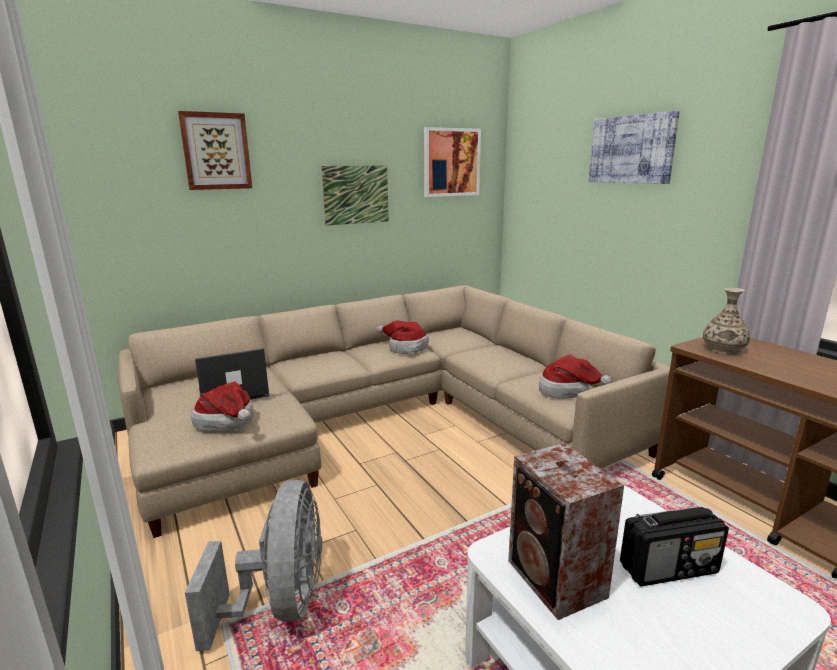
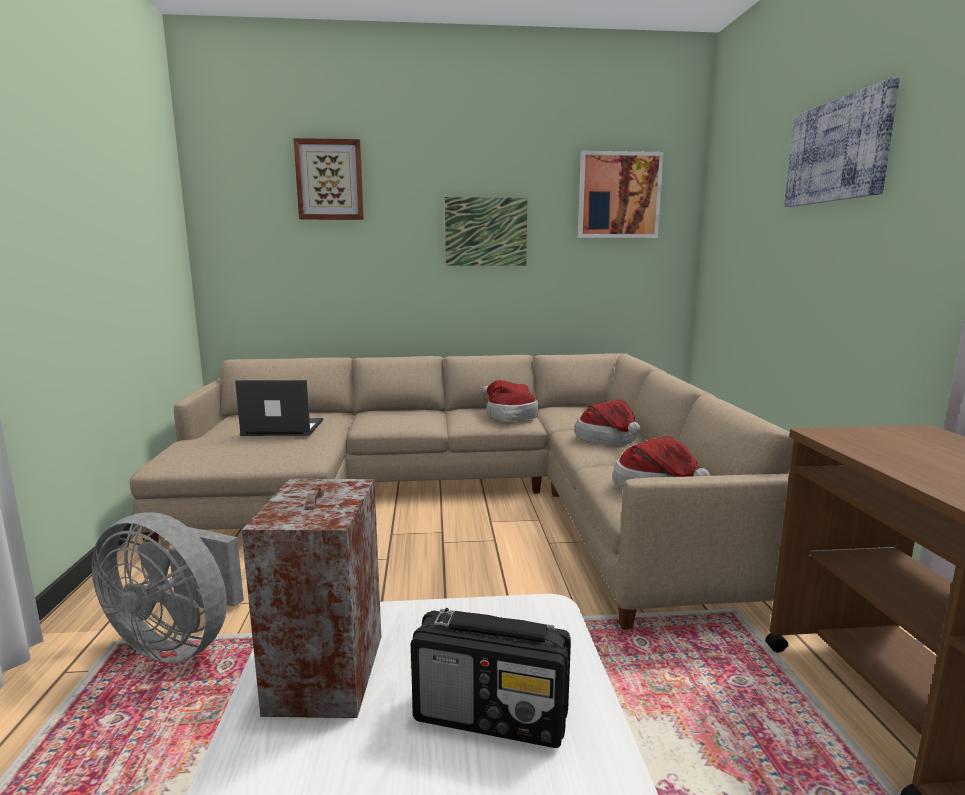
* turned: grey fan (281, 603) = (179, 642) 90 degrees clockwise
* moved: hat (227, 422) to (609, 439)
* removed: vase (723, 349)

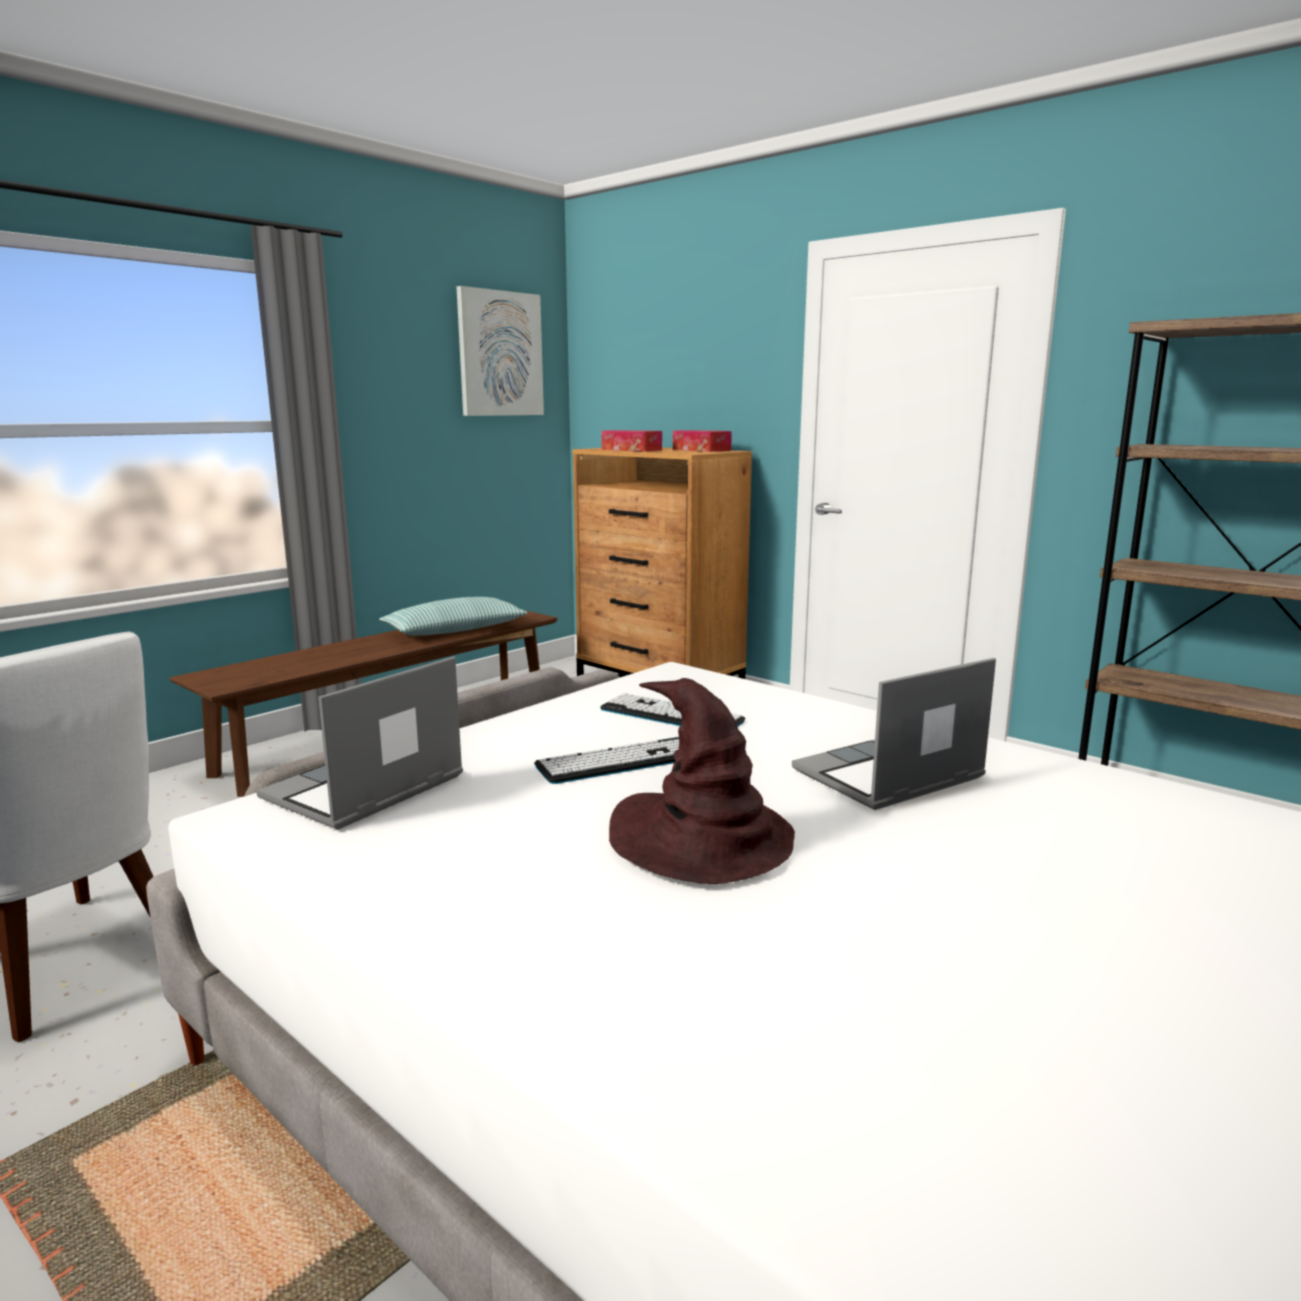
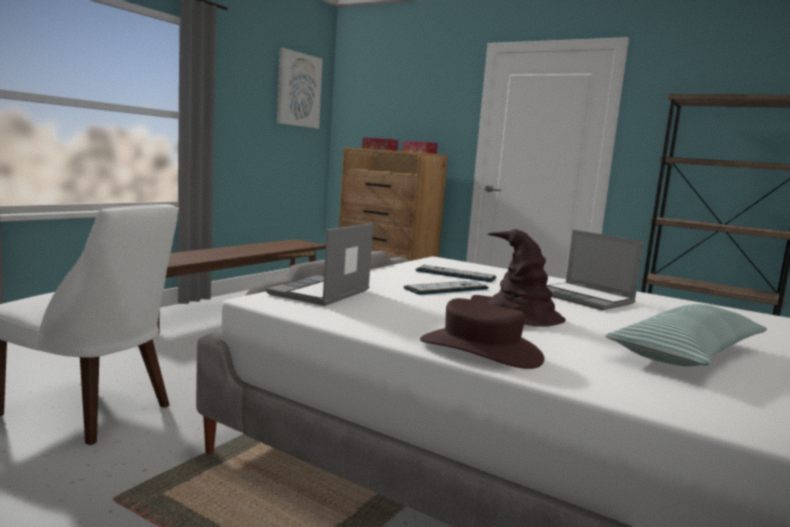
* added: brown hat (480, 350)
* turned: laptop (888, 776) = (585, 298) 90 degrees counterclockwise
* moved: pillow (455, 631) to (687, 354)

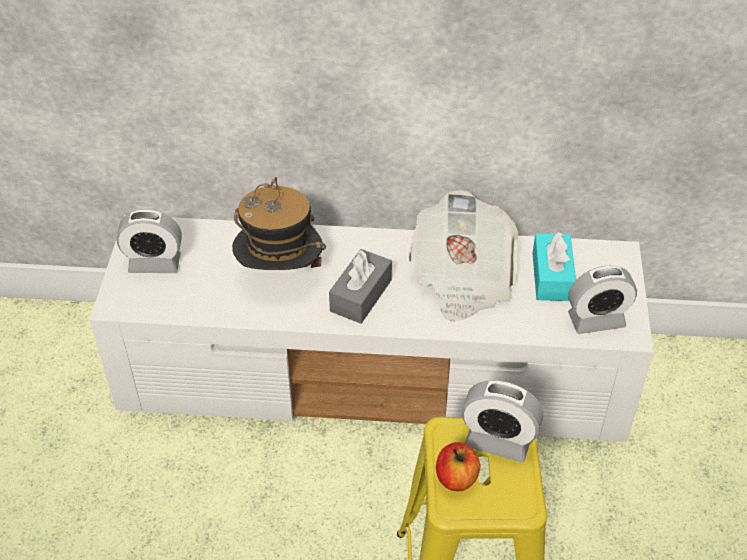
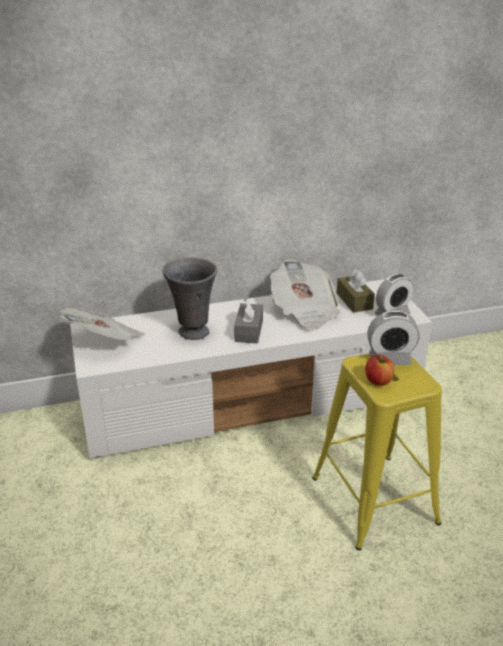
* replaced: alarm clock (154, 263) to newspaper (105, 342)
* replaced: hat (280, 276) to grey vase (192, 332)
* recoloured: turquoise tissue box (551, 276) to brown tissue box (354, 301)

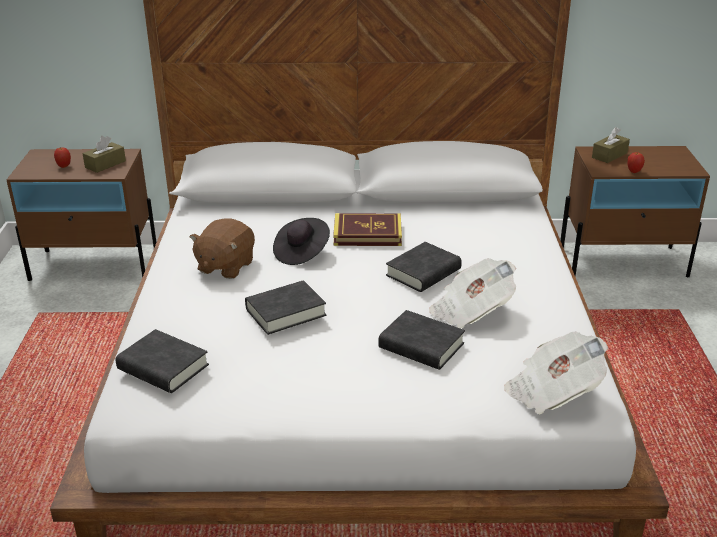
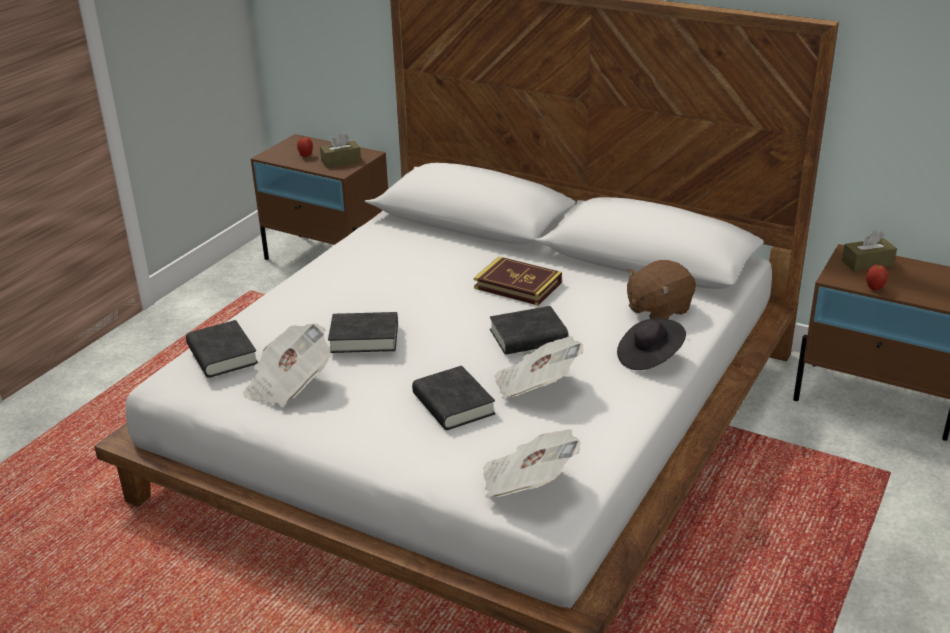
* added: newspaper (288, 385)
* moved: black hat (301, 253) to (649, 357)
* moved: brown plush toy (225, 266) to (658, 310)

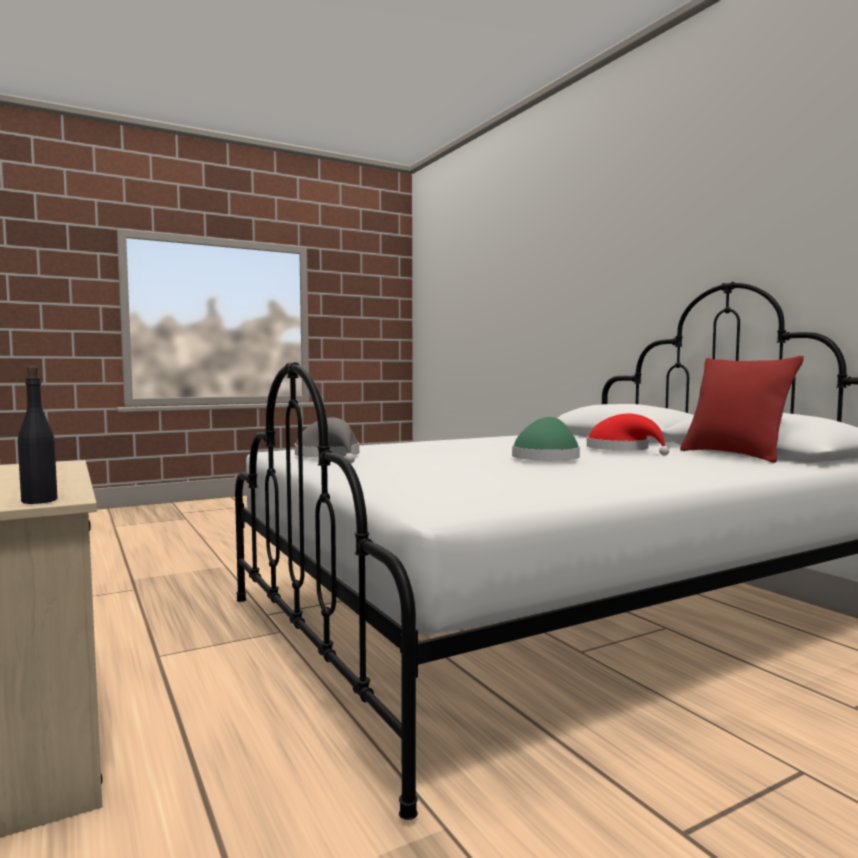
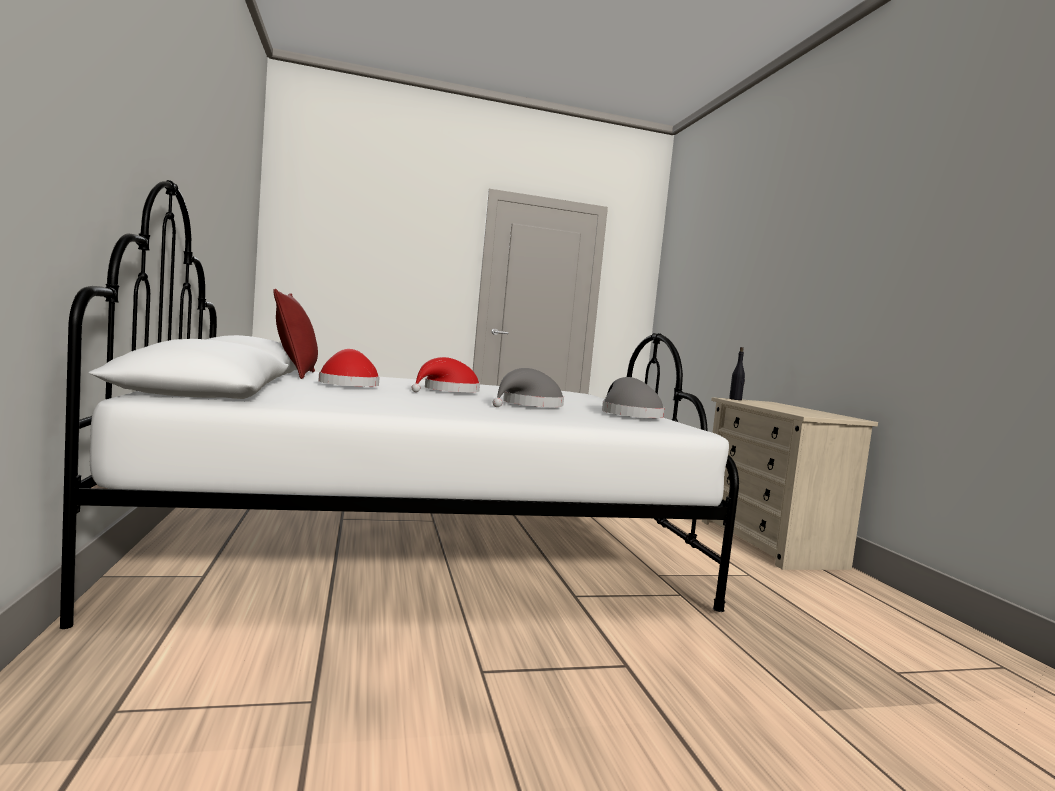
* recoloured: green hat (546, 458) to red hat (448, 391)
* added: grey hat (529, 406)

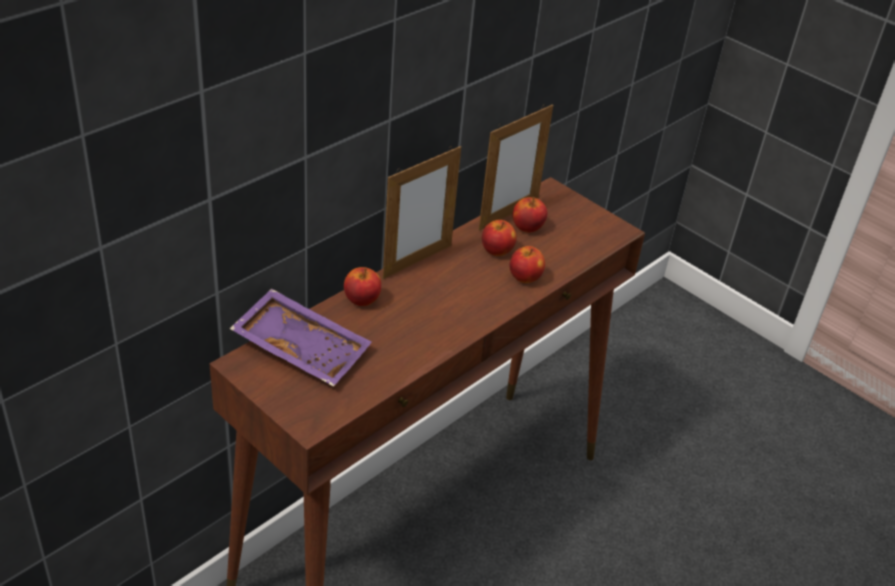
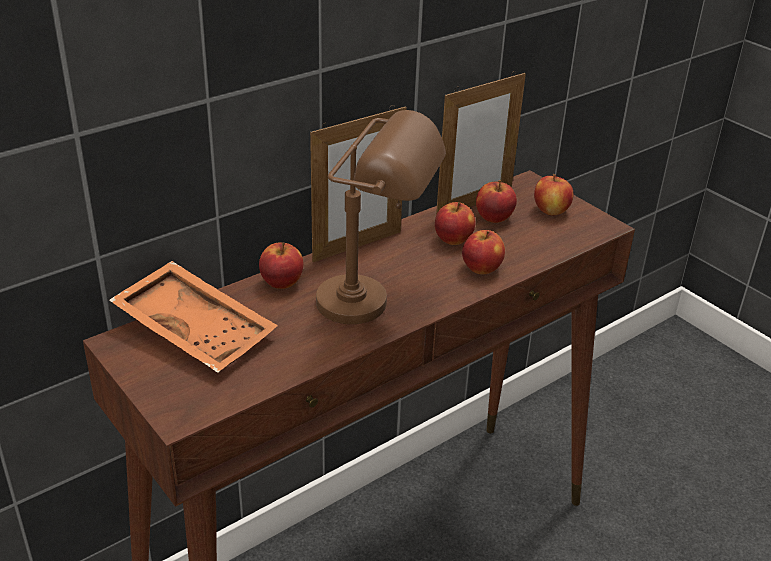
* recoloured: purple tray (303, 348) to orange tray (197, 329)
* added: brown table lamp (376, 306)
* added: apple (551, 211)

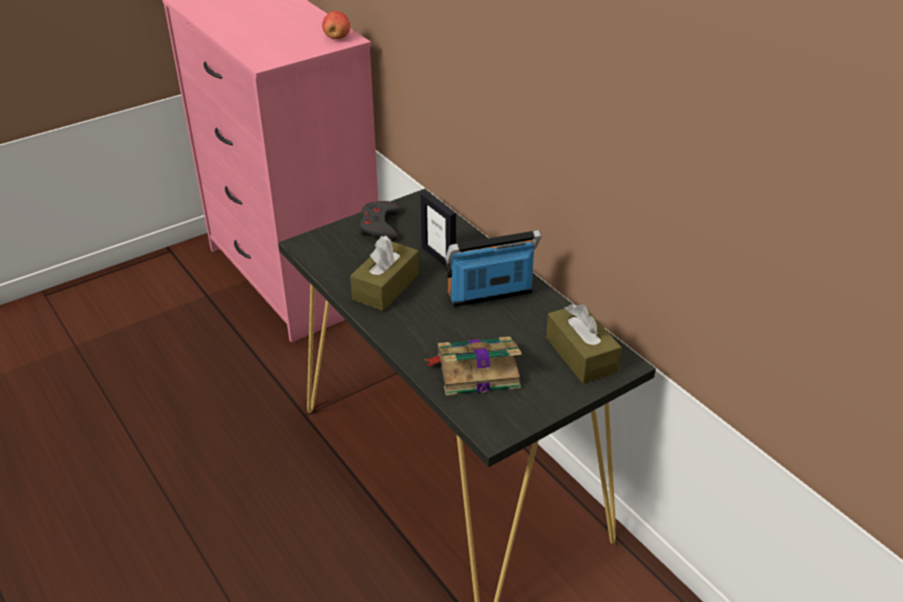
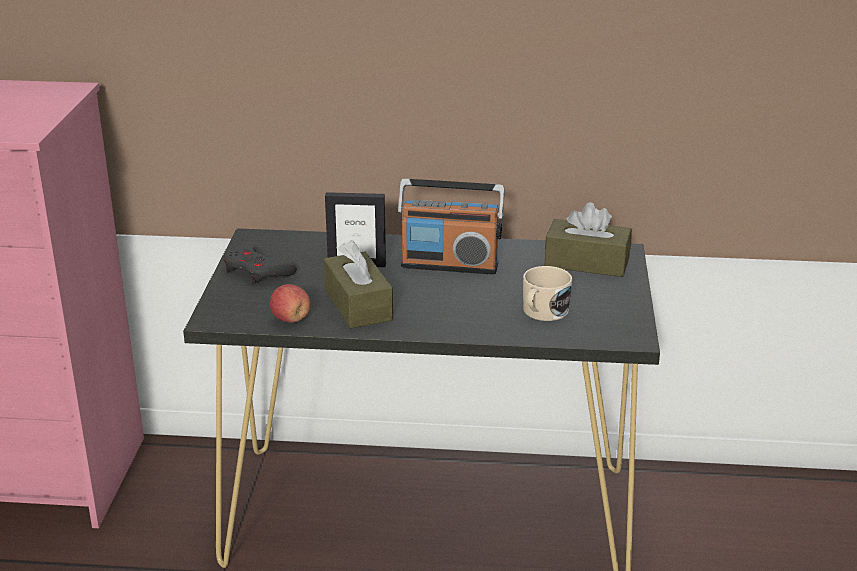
* moved: apple (337, 37) to (291, 319)
* turned: radio (490, 294) = (449, 265) 105 degrees counterclockwise
* replaced: book (475, 371) to beige mug (542, 312)

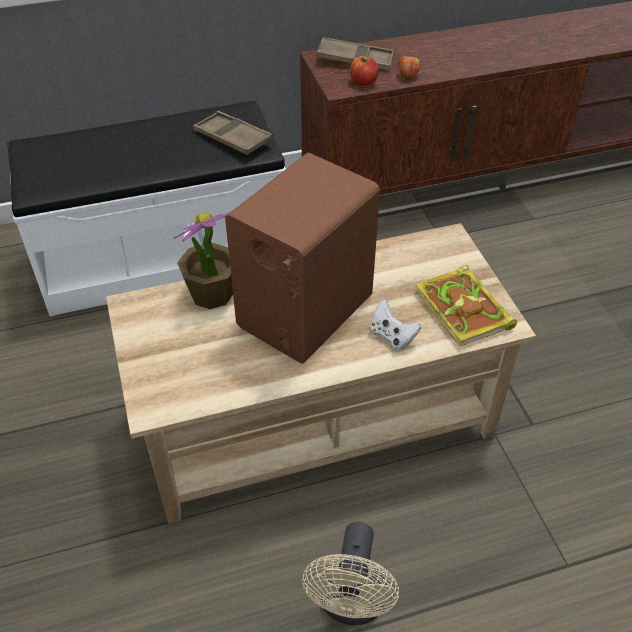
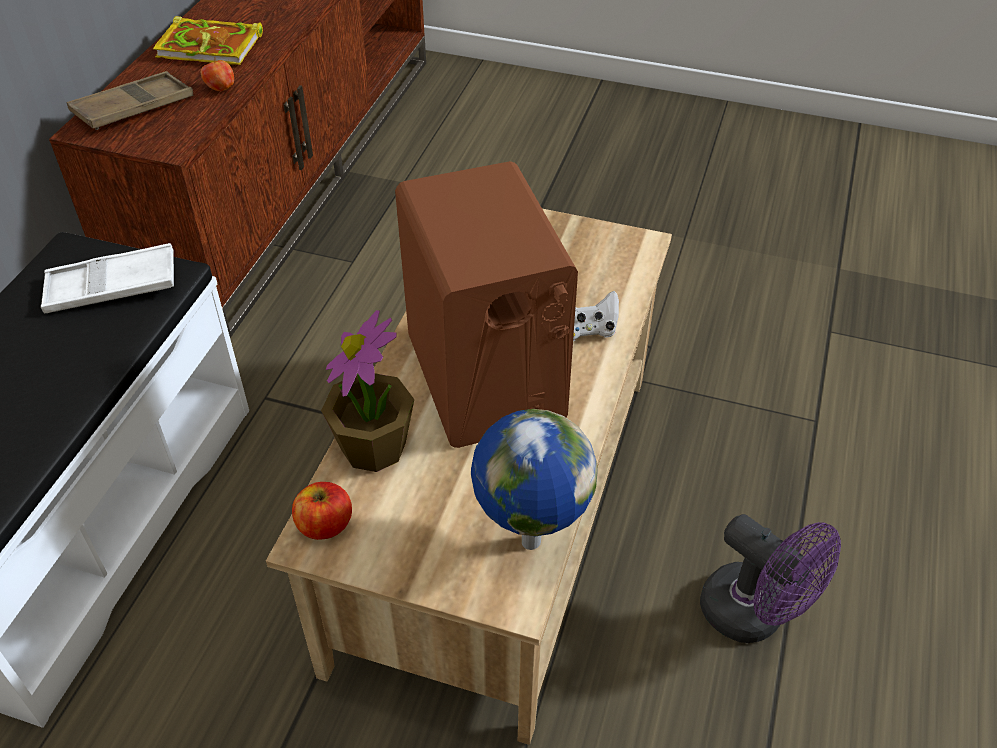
* recoloured: brown tray (232, 138) to white tray (112, 287)
* moved: book (465, 311) to (212, 46)
* moved: apple (363, 82) to (325, 525)
* added: globe (528, 541)
* recoloured: beige fan (351, 605) to purple fan (754, 616)

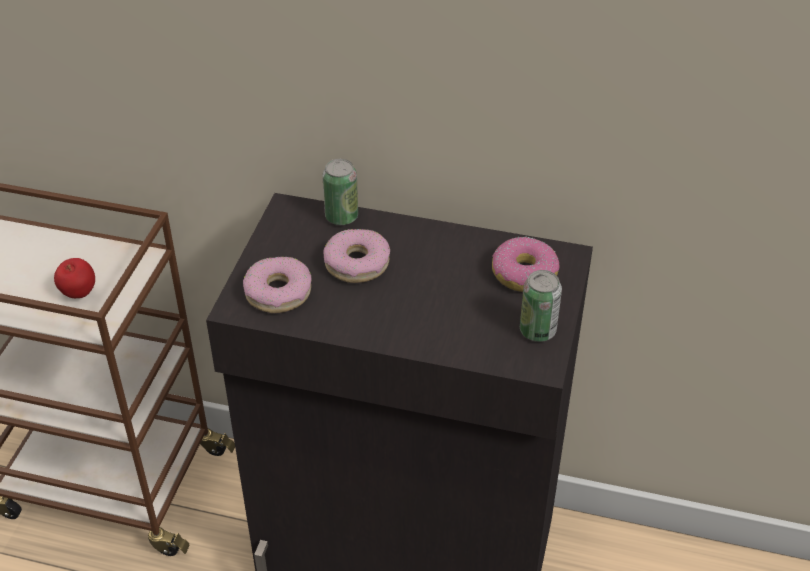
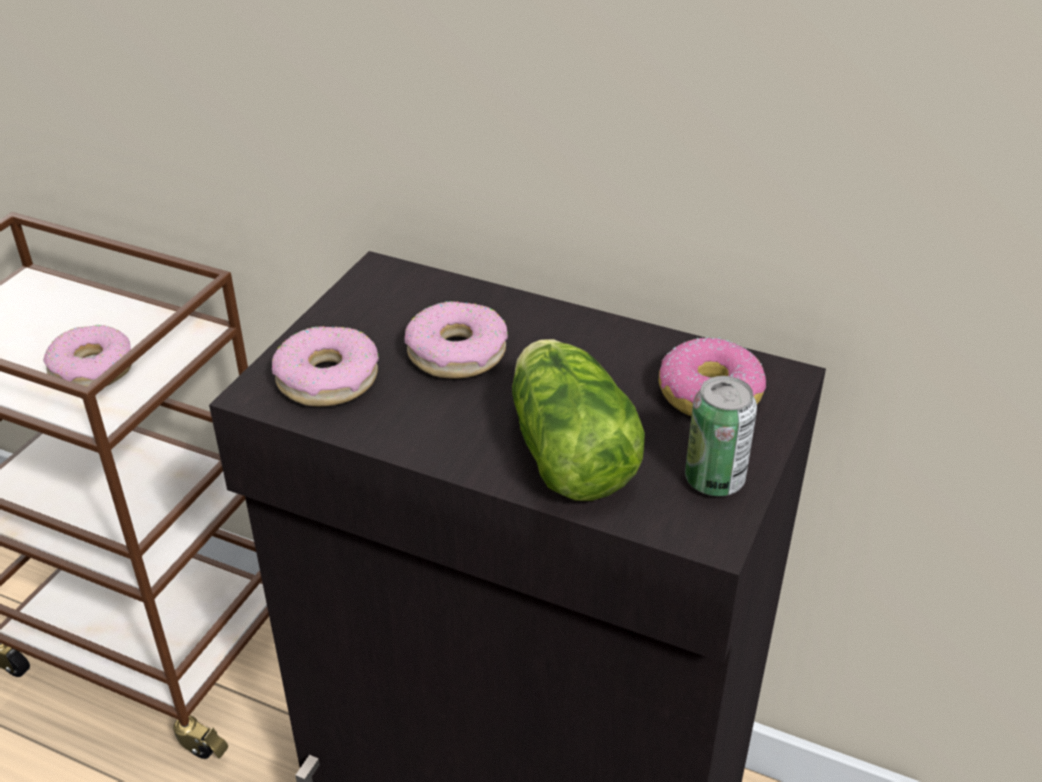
* replaced: apple (79, 294) to donut (91, 369)
* added: lettuce (567, 448)
* removed: can (341, 217)

